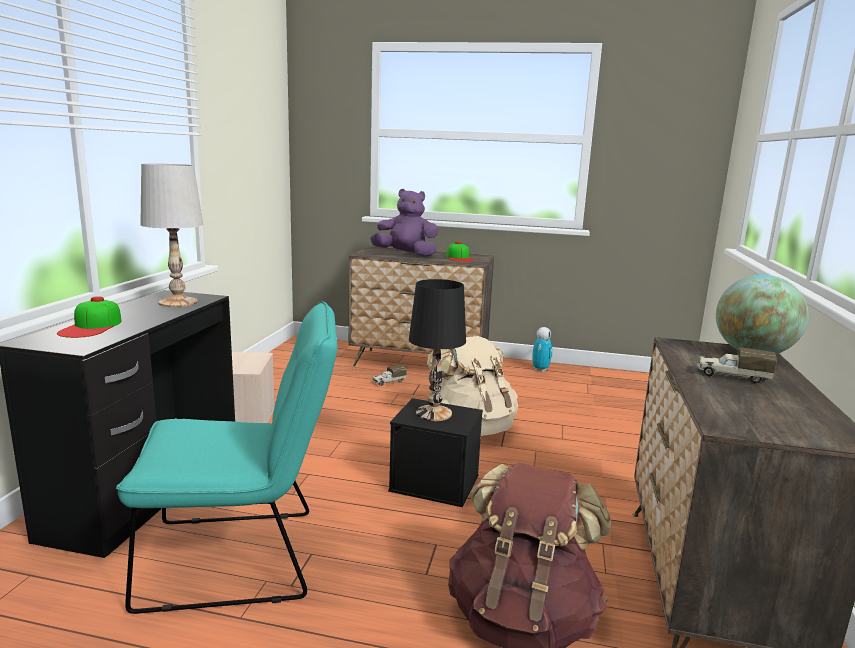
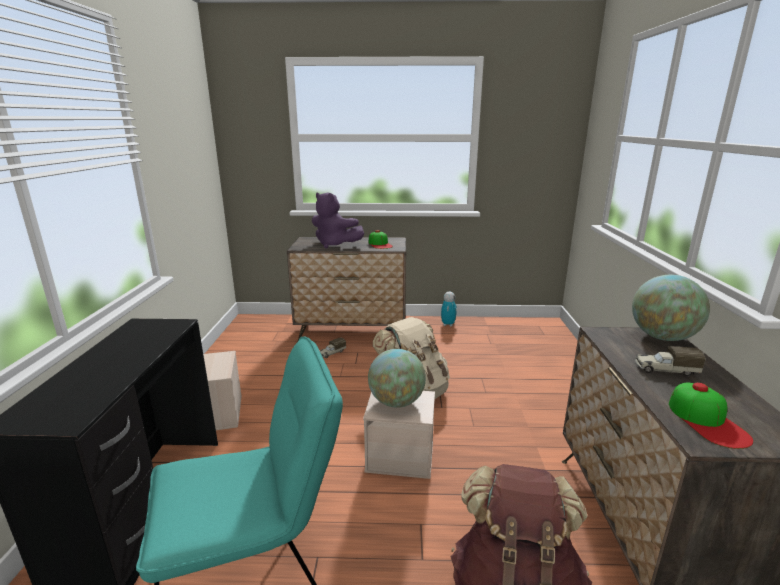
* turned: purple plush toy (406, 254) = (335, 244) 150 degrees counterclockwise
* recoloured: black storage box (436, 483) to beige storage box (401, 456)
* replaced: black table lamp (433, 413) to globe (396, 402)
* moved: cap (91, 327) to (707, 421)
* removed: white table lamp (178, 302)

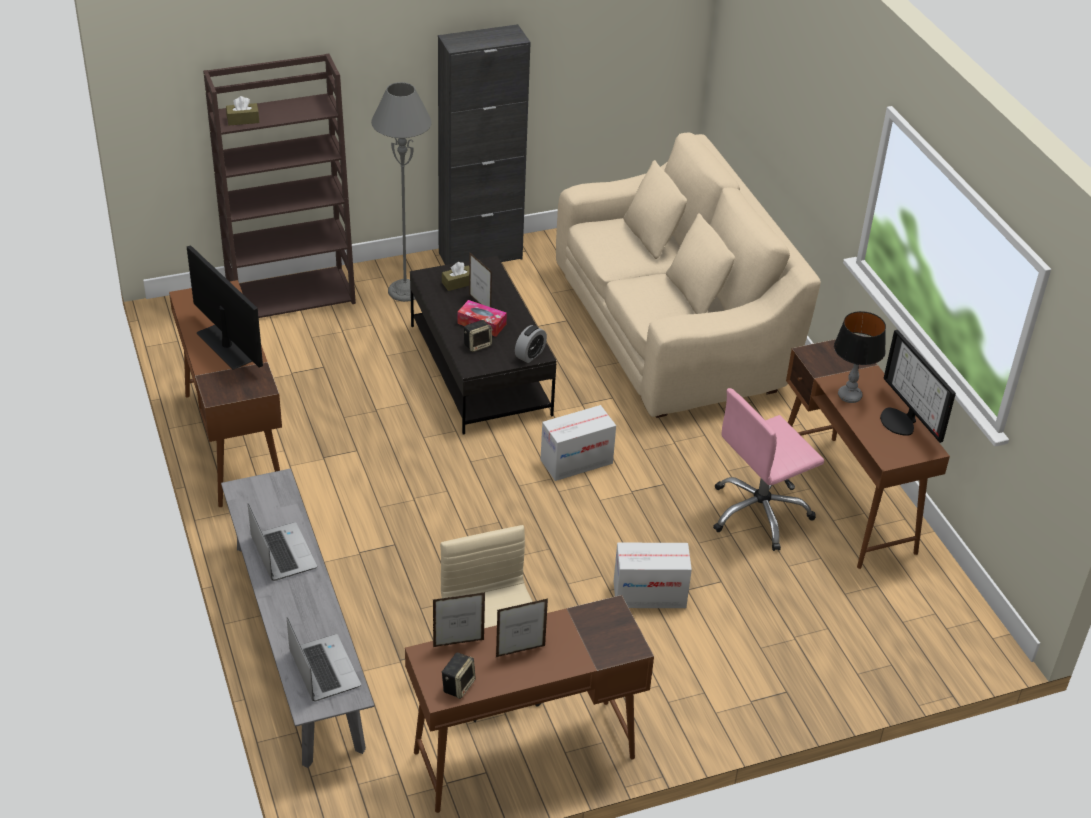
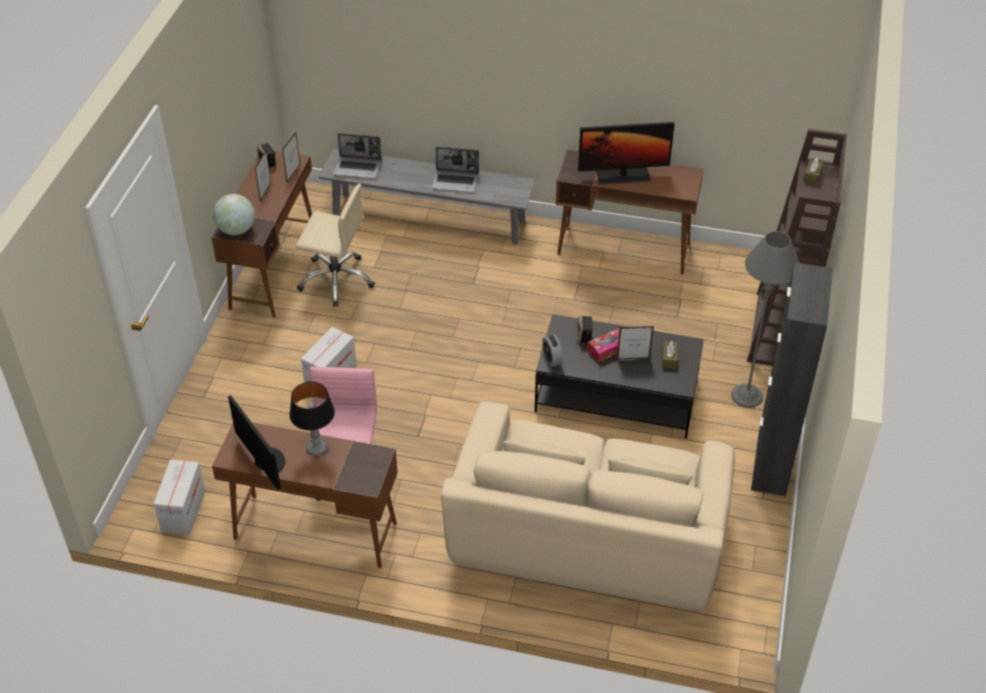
* moved: cardboard box (576, 462) to (183, 510)
* added: globe (236, 230)
* turned: monitor (901, 421) = (266, 461) 45 degrees clockwise

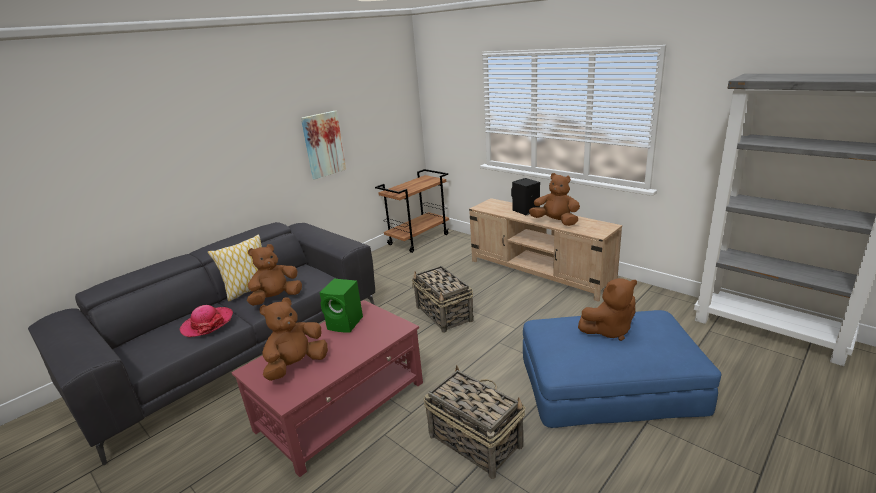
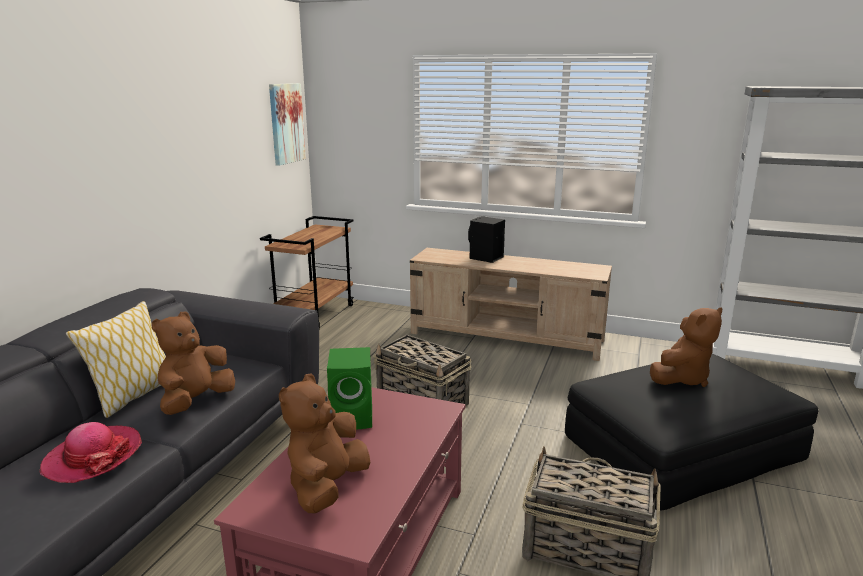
* moved: picture (323, 144) to (286, 123)
* recoloured: blue ottoman (609, 383) to black ottoman (682, 447)
* removed: brown plush toy (555, 222)

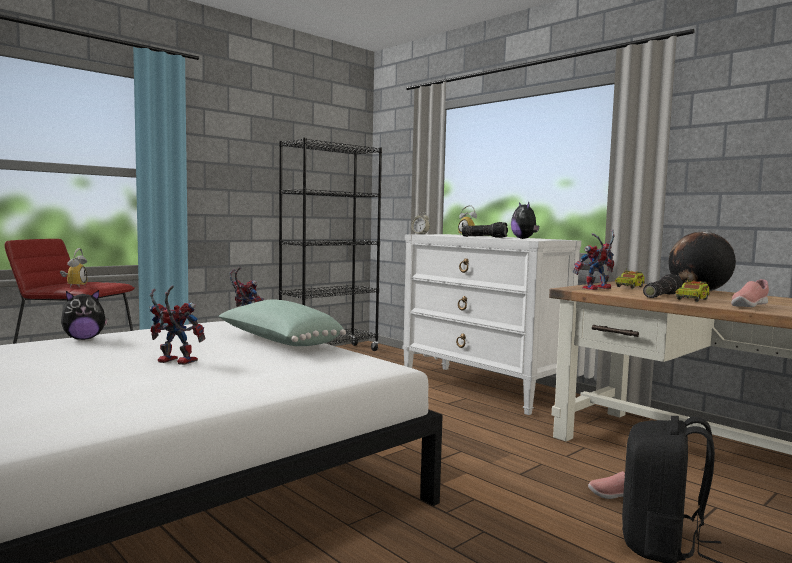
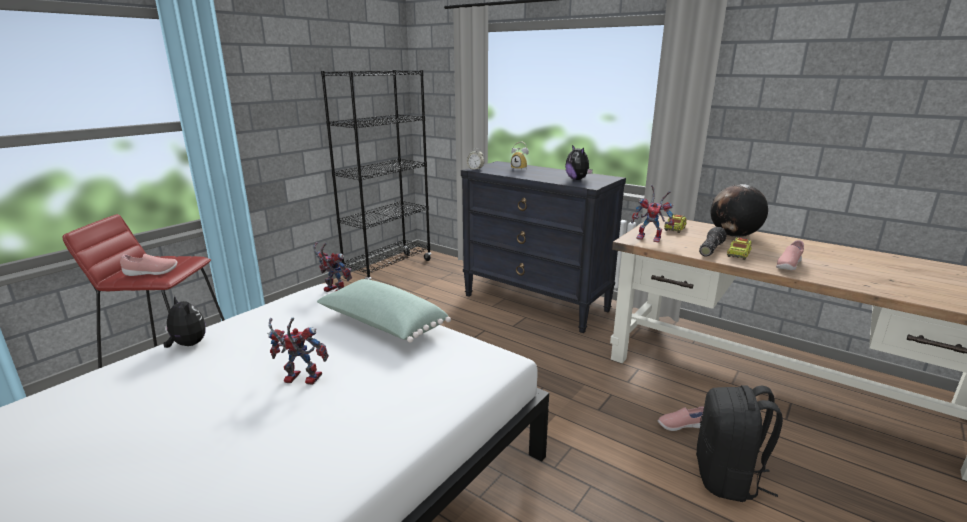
* replaced: alarm clock (74, 286) to pink shoe (151, 273)
* turned: plush toy (84, 339) = (187, 345) 105 degrees counterclockwise
* recoloured: white dresser (483, 388) to black dresser (536, 303)
* turned: toy robot (596, 289) = (651, 238) 120 degrees counterclockwise
* removed: flashlight (485, 237)

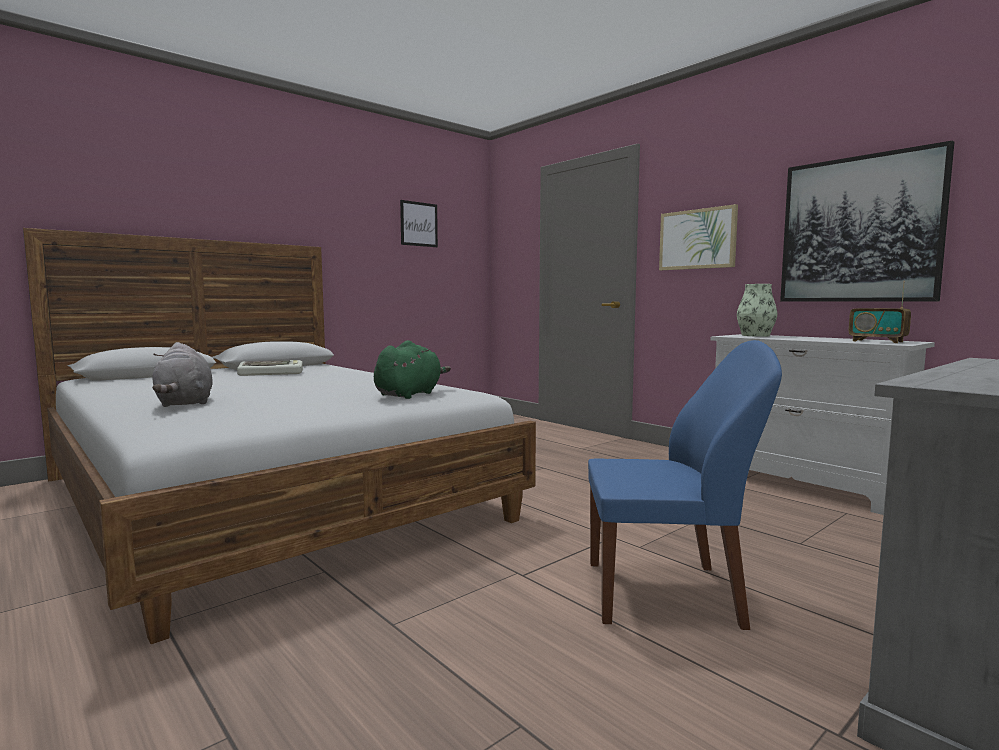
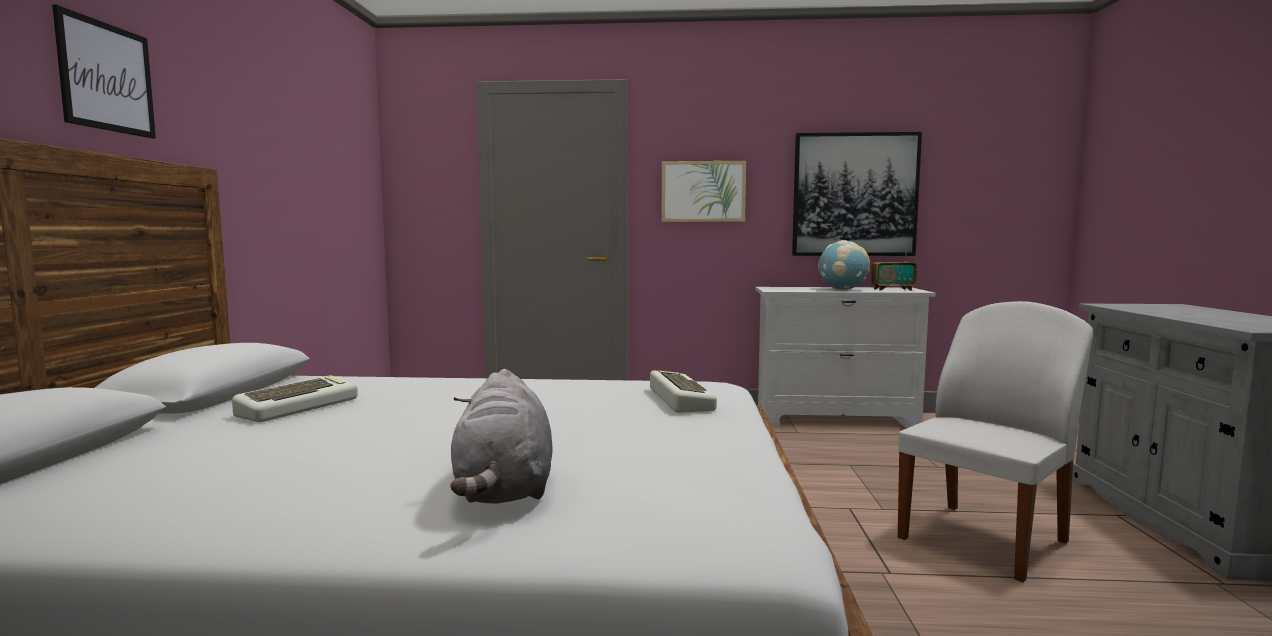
* moved: picture (419, 224) to (106, 77)
* turned: grey plush toy (185, 403) = (504, 490) 60 degrees clockwise
* replaced: green plush toy (410, 394) to keyboard (678, 399)
* added: globe (842, 289)
* recoloured: blue chair (667, 594) to white chair (985, 539)
* removed: vase (755, 335)

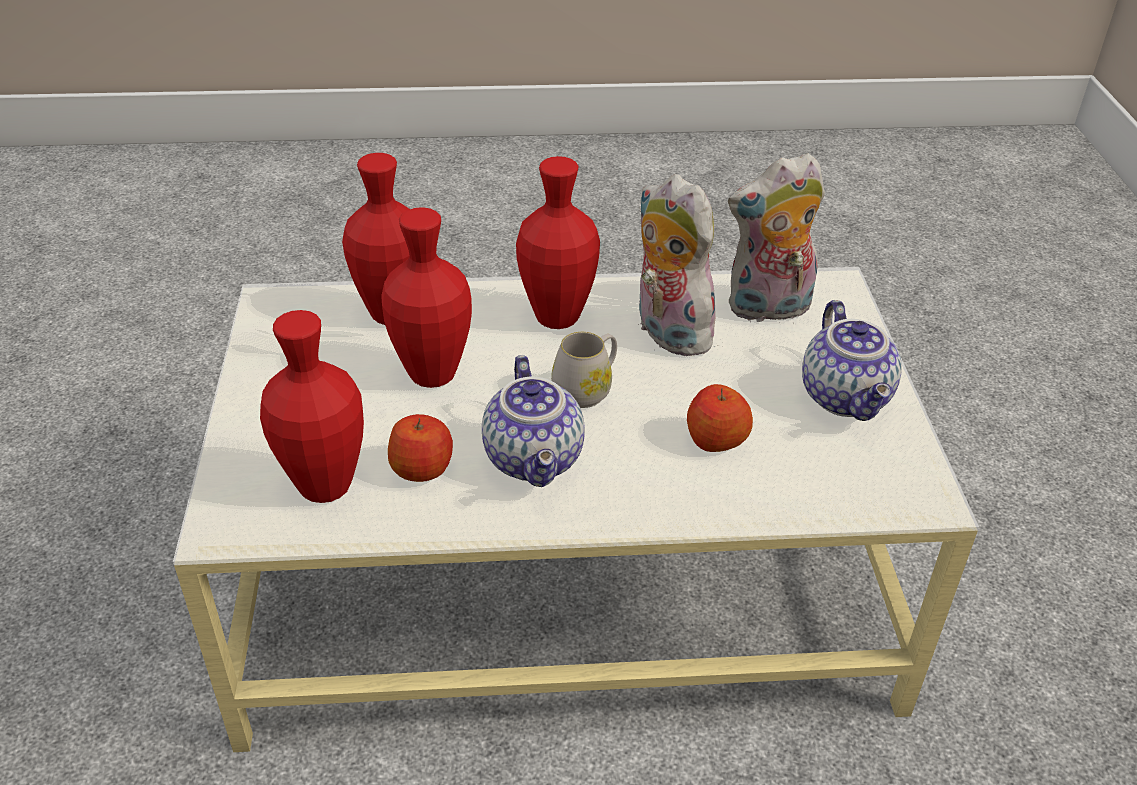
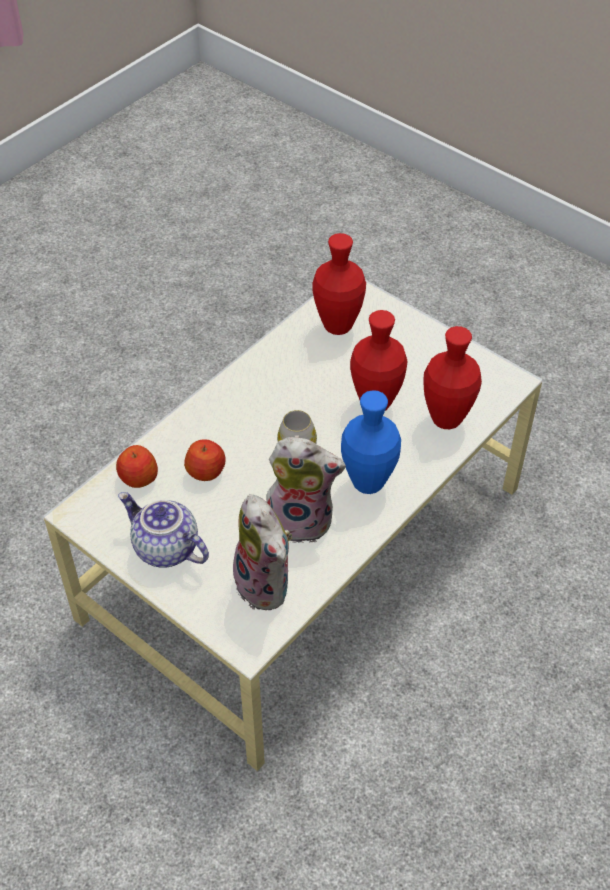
* moved: apple (422, 468) to (138, 477)
* turned: plush toy (768, 309) = (267, 584) 120 degrees clockwise
* recoloured: red vase (557, 318) to blue vase (368, 483)
* removed: teapot (536, 459)

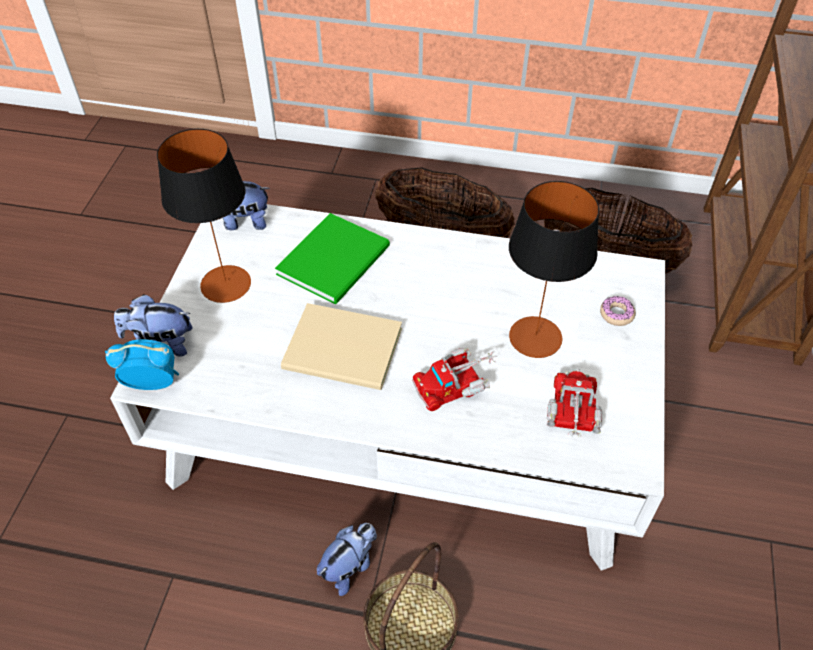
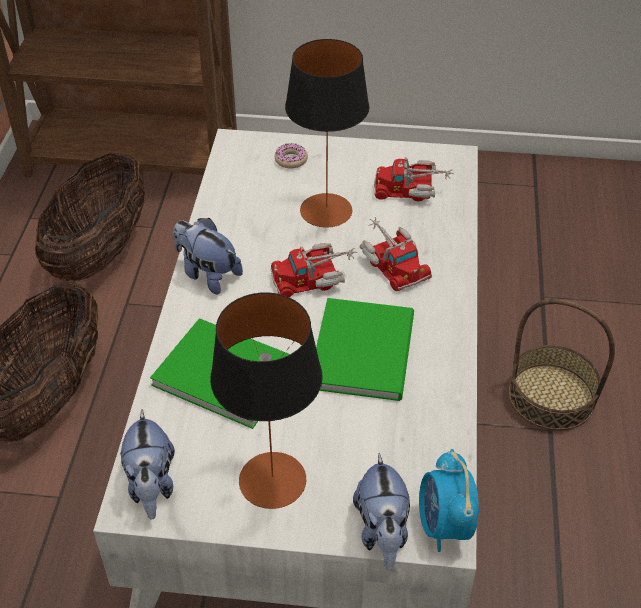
* moved: plush toy (349, 566) to (207, 274)
* added: toy truck (314, 278)
* recoloured: beige book (345, 351) to green book (366, 349)

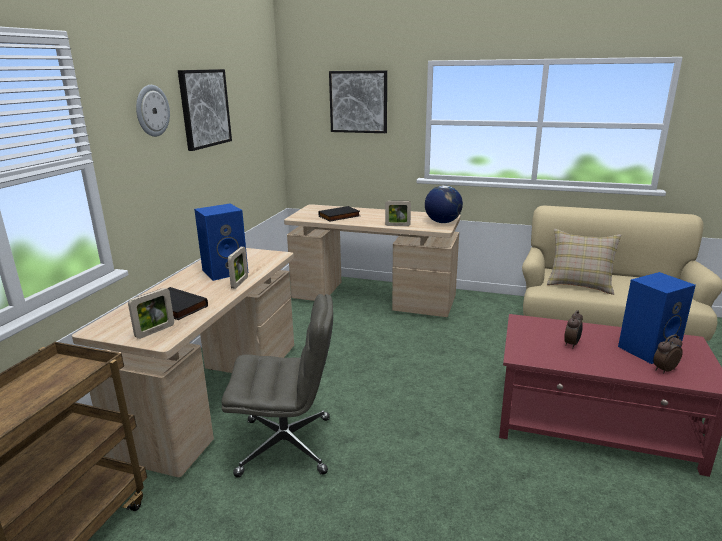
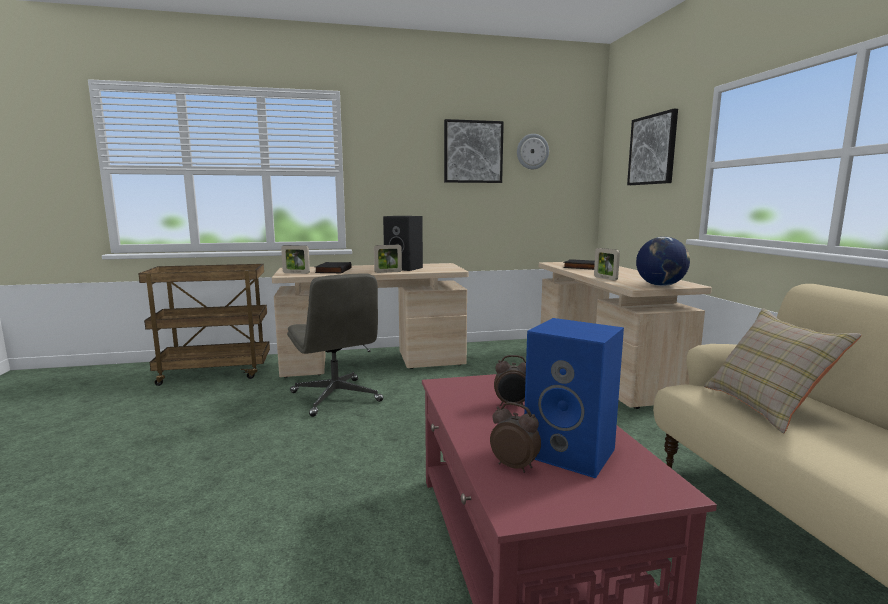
* recoloured: blue speaker (226, 271) to black speaker (405, 268)
* moved: wall clock (152, 110) to (532, 151)

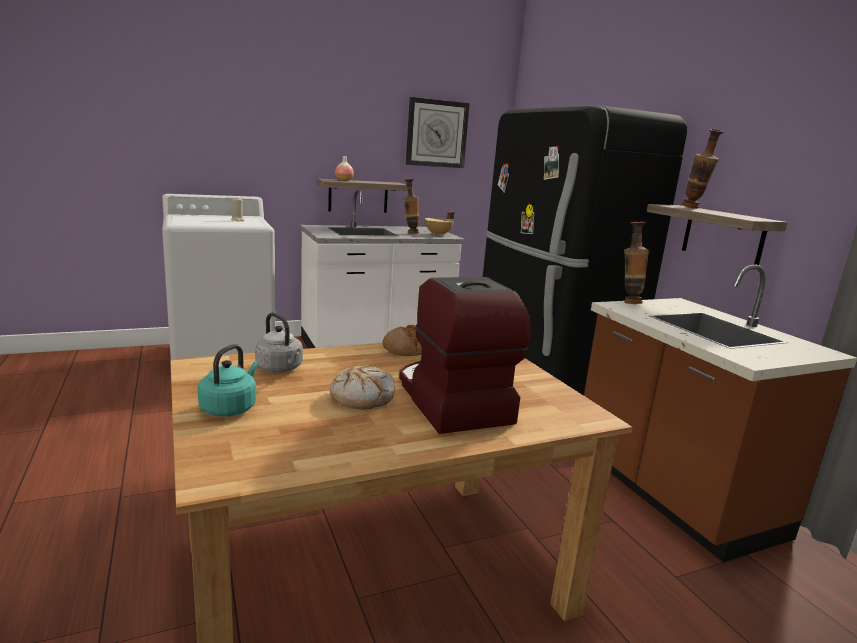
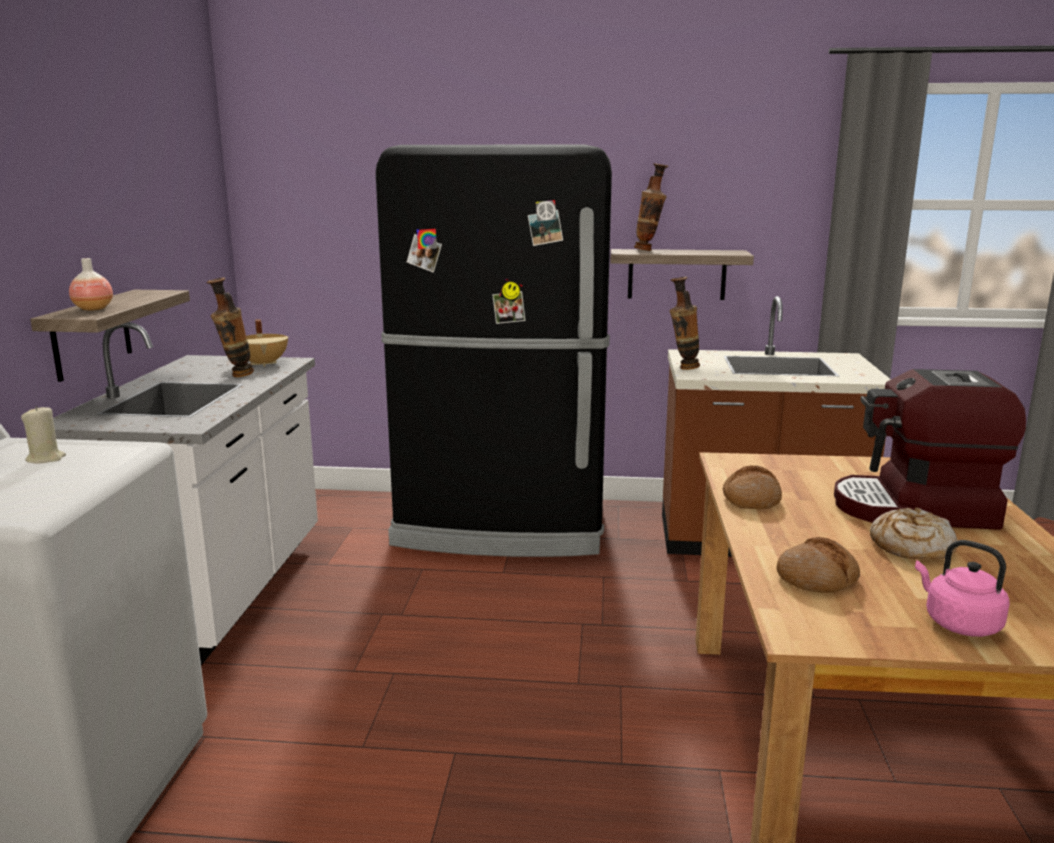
* replaced: grey kettle (281, 368) to bread (817, 578)
* recoloured: turquoise kettle (230, 408) to pink kettle (958, 623)
* removed: wall clock (436, 133)

